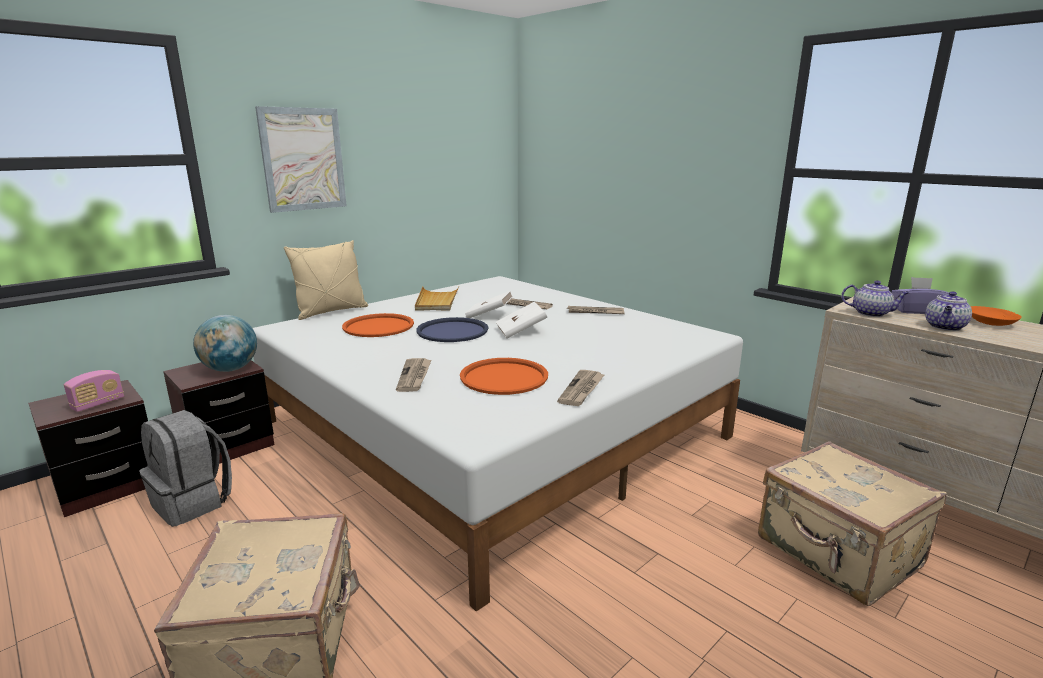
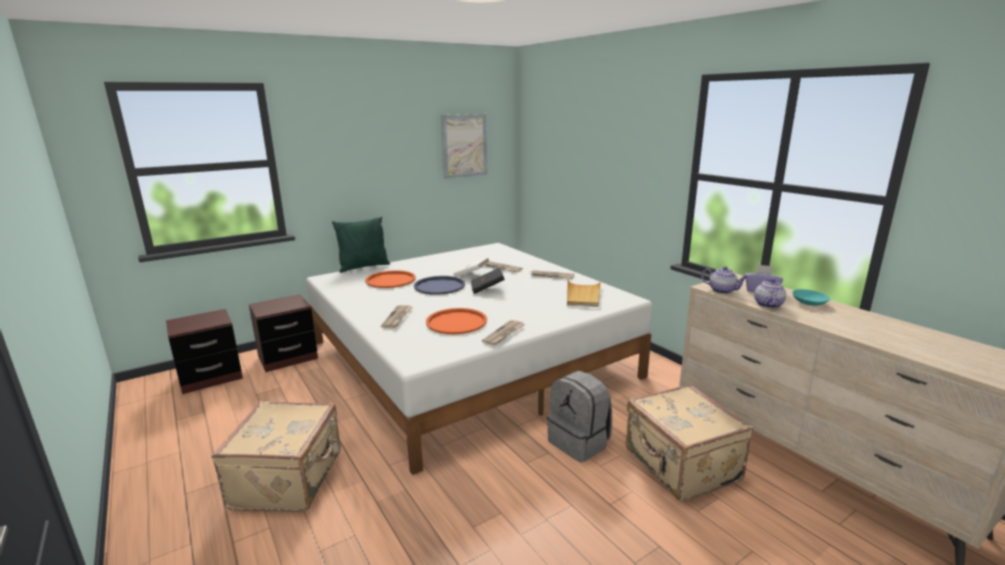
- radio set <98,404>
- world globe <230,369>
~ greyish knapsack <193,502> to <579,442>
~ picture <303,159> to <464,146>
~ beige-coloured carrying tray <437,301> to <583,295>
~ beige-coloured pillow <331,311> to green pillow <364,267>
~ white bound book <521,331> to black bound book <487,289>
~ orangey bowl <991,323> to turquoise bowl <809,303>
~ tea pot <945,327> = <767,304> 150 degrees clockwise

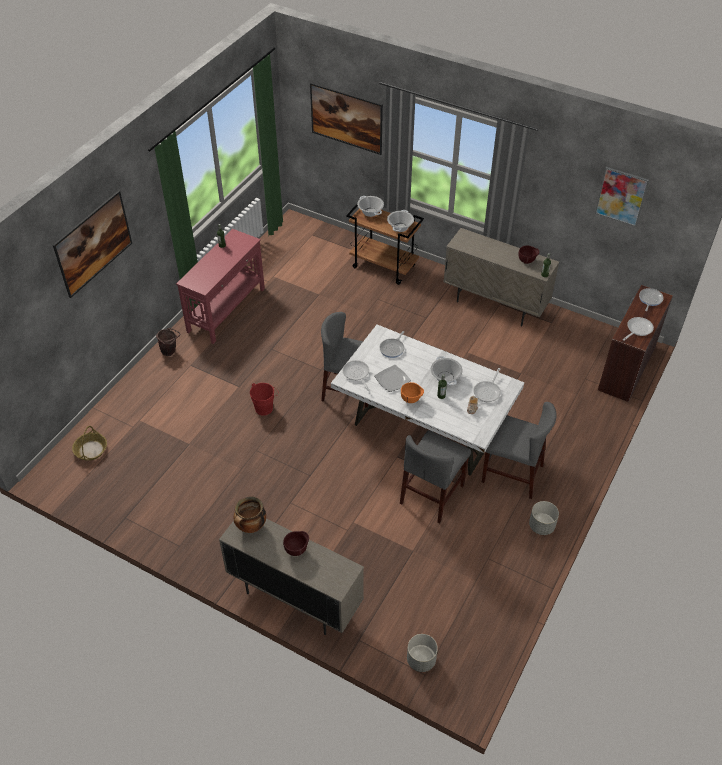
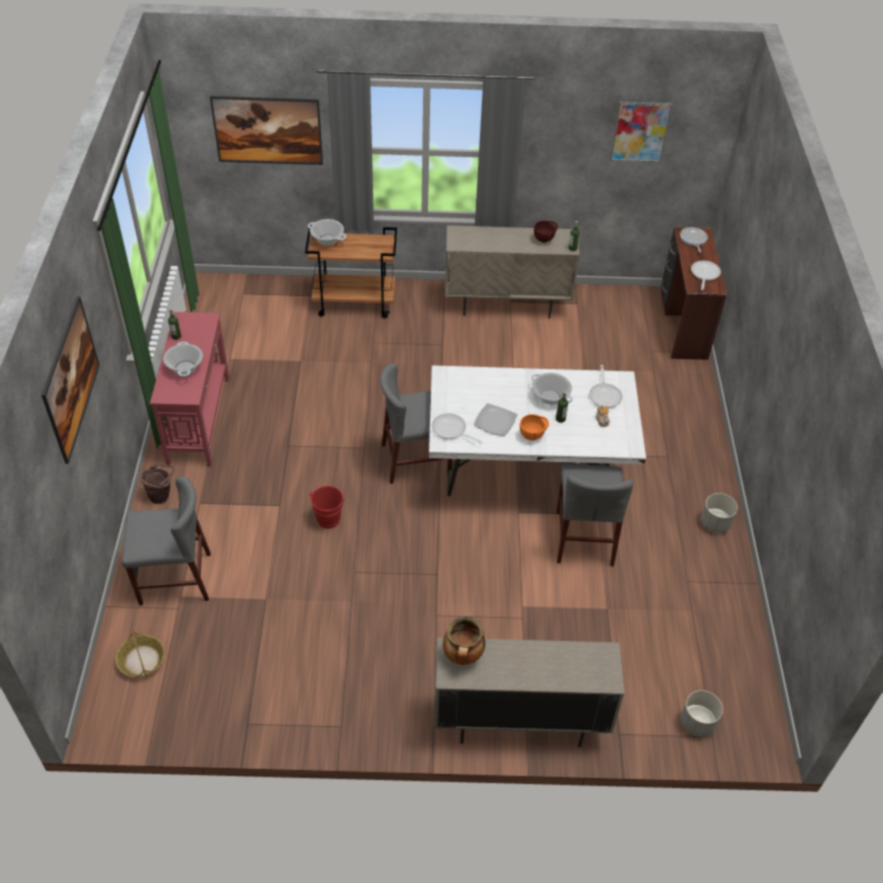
- brown bowl <297,550>
- pan <392,348>
~ stockpot <400,227> to <185,368>
~ greyish plain chair <512,474> to <175,579>

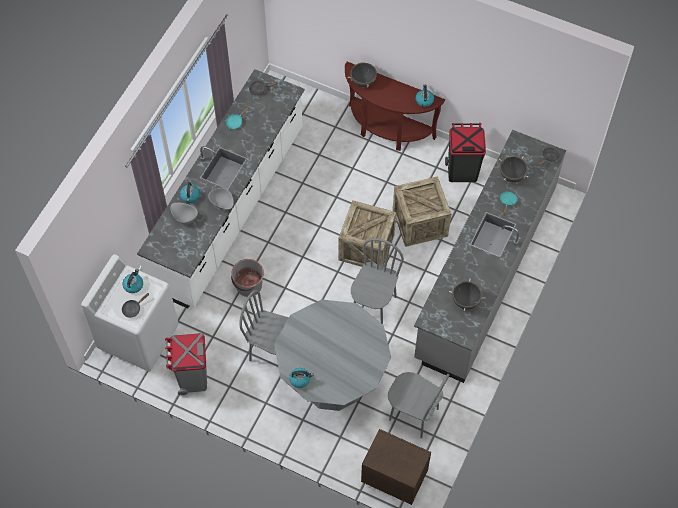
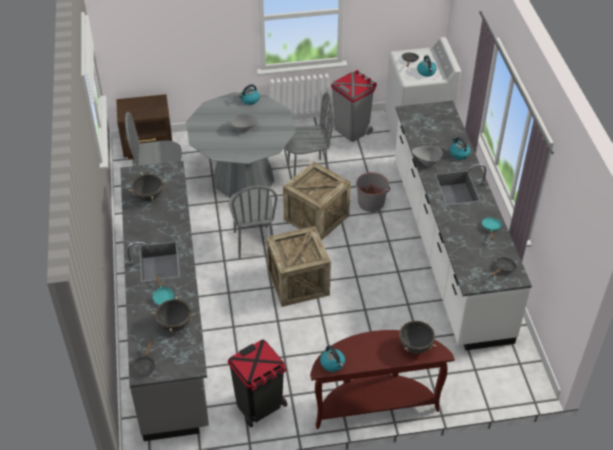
~ greyish bowl <184,217> to <245,129>
~ shipping crate <420,223> to <316,217>

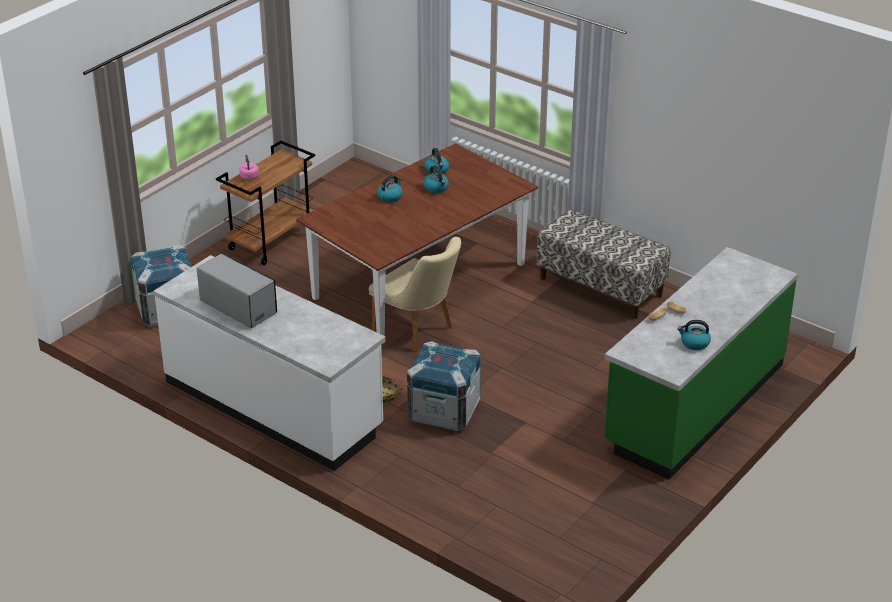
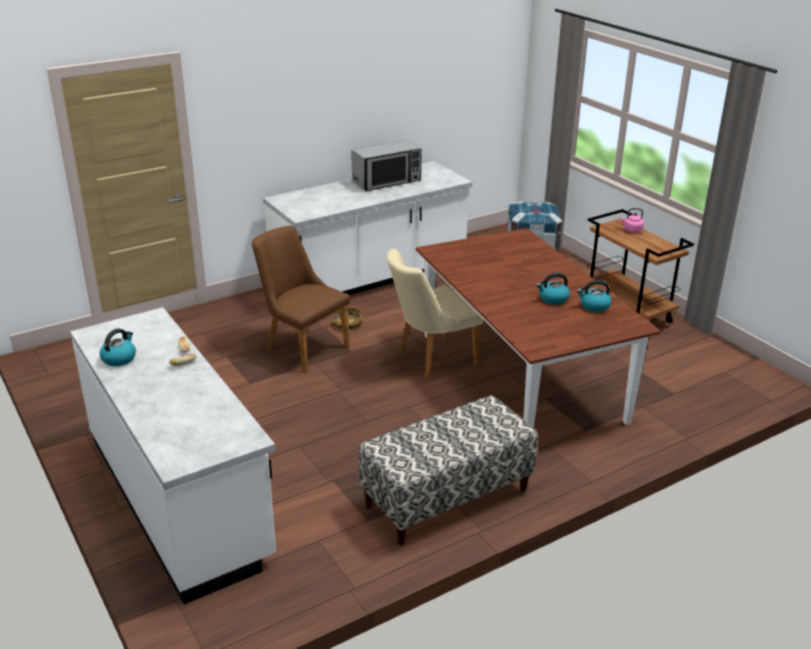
- tea kettle <390,197>
~ shipping crate <444,411> to brown plain chair <301,346>
~ green kitchen counter <694,404> to white kitchen counter <180,497>

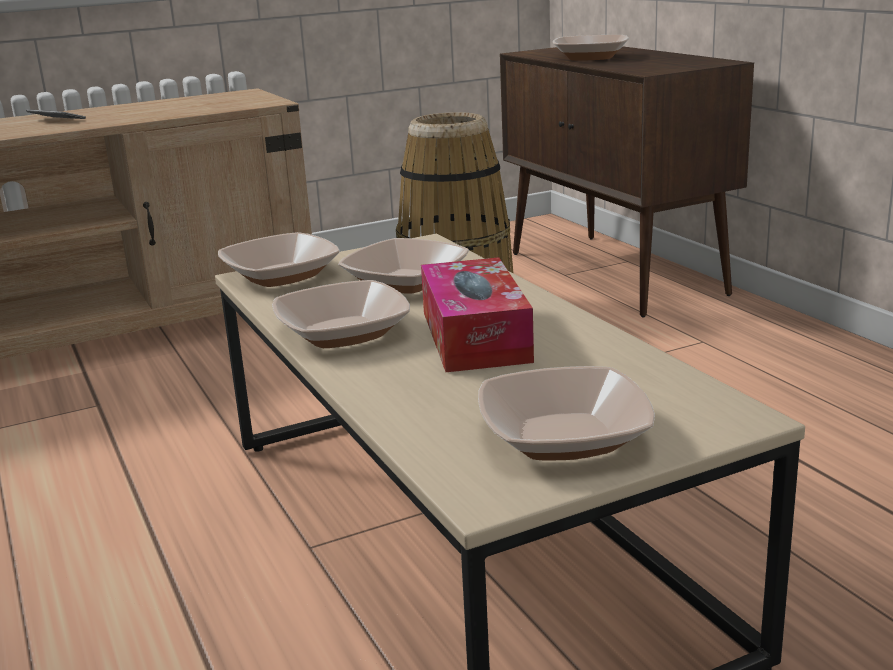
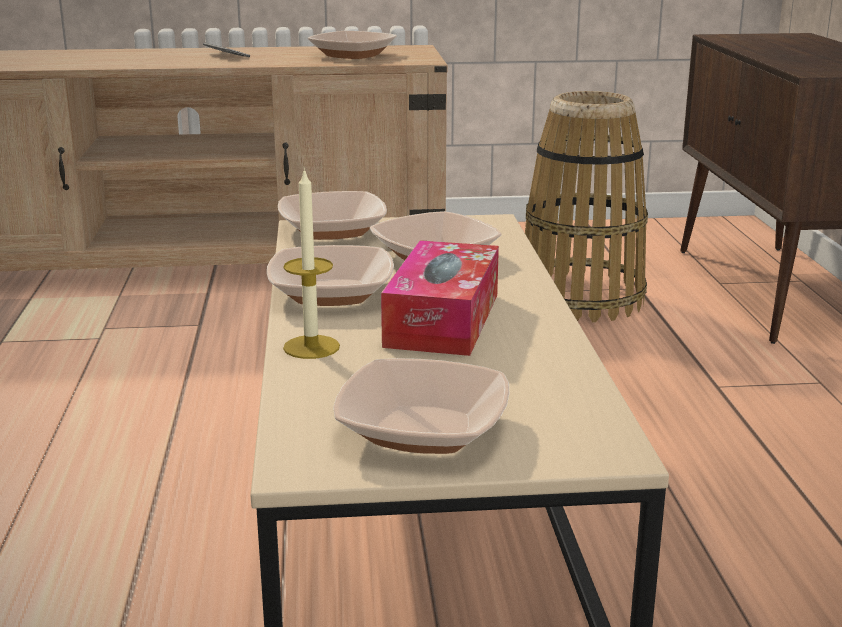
+ wax light <311,347>
~ bowl <590,57> to <353,55>

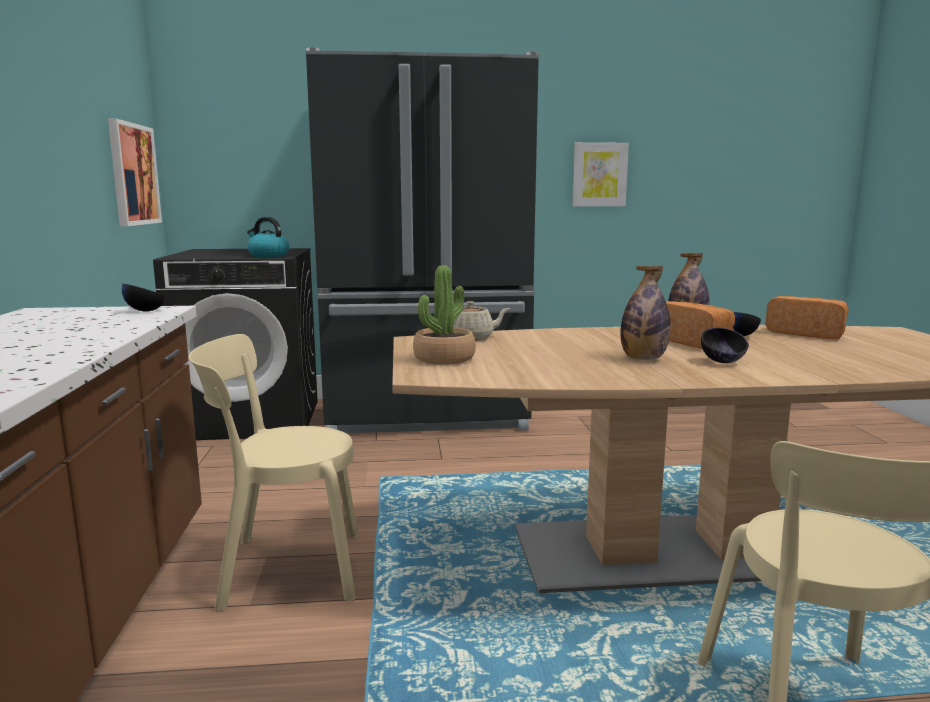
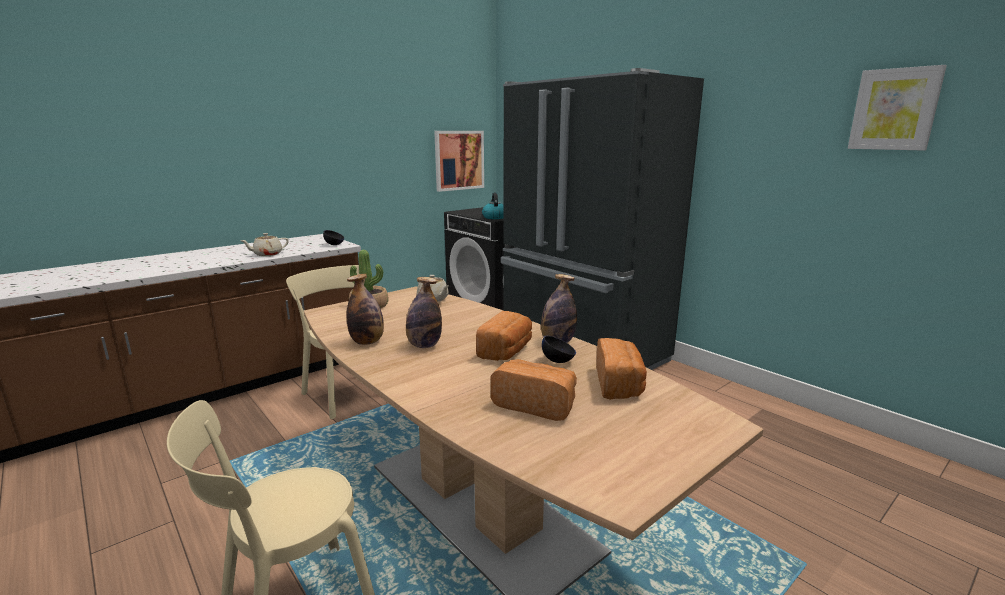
- black bowl <722,362>
+ beige-coloured tea pot <267,254>
+ bottle <367,342>
+ bread <535,404>
~ picture <599,174> to <894,109>

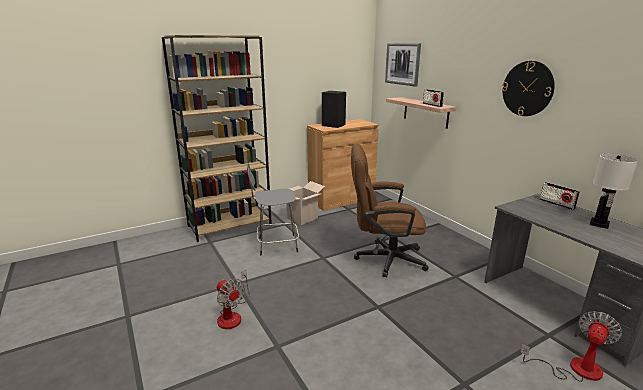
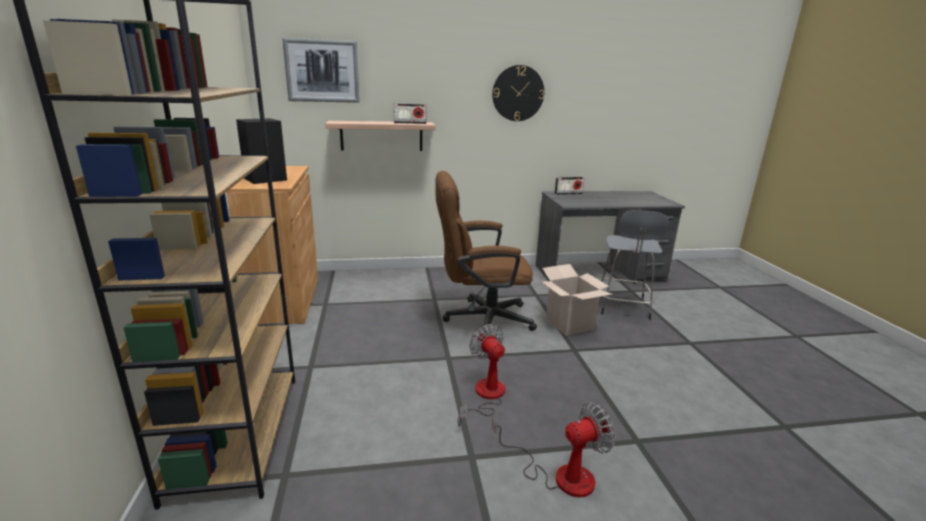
- white tabletop lamp <599,224>
~ greyish stool <276,245> to <623,307>
~ cardboard box <302,218> to <569,324>
~ cooling fan <574,368> to <485,396>
~ brown office chair <383,259> = <480,319> 60 degrees clockwise

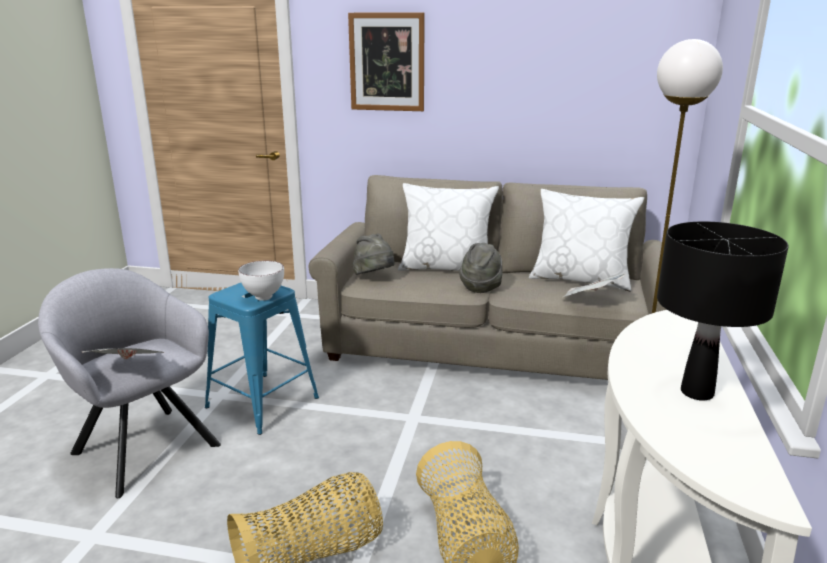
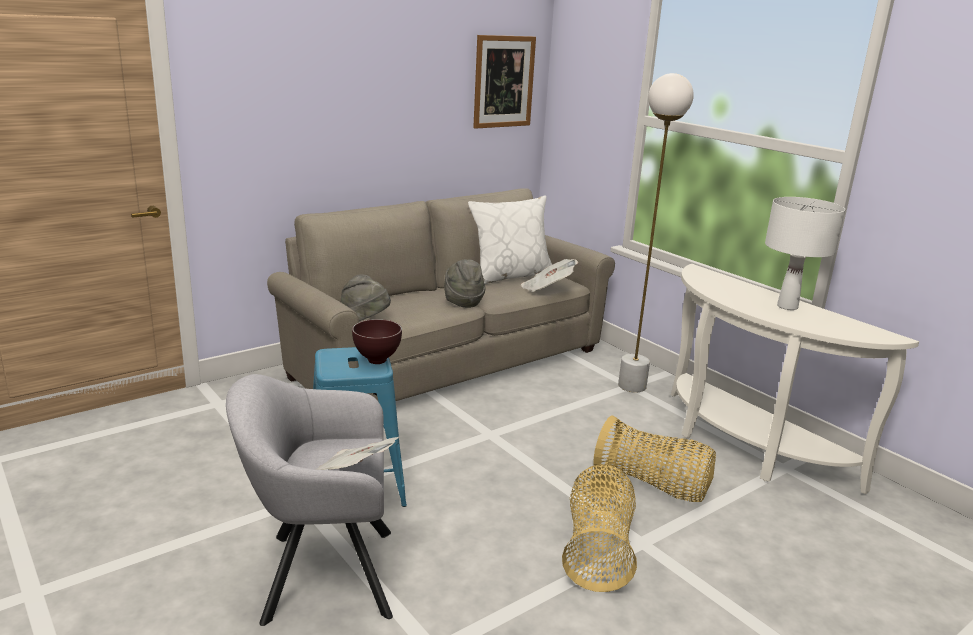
- white pillow <447,268>
~ picture <387,62> to <503,82>
~ white bowl <262,298> to brown bowl <376,361>
~ black tabletop lamp <697,392> to white tabletop lamp <787,306>

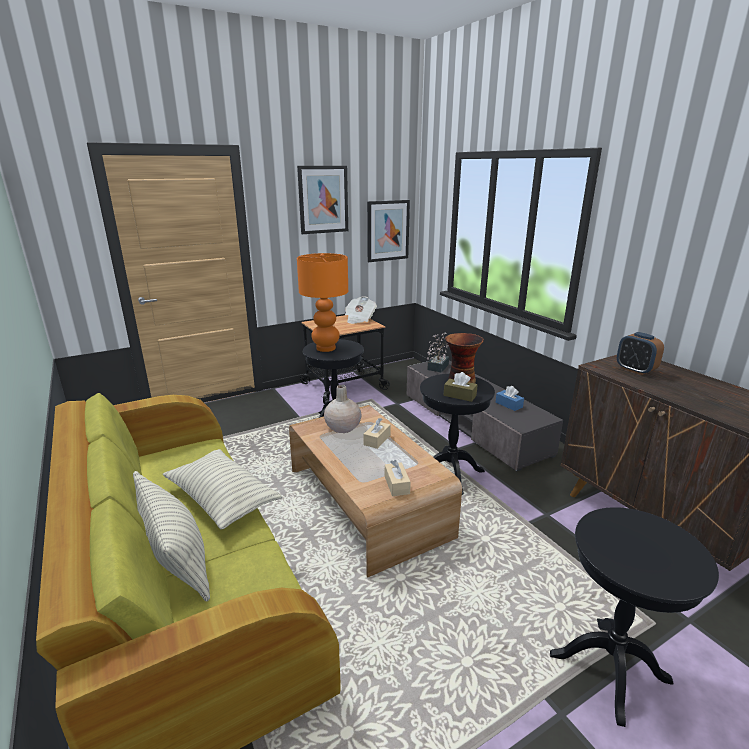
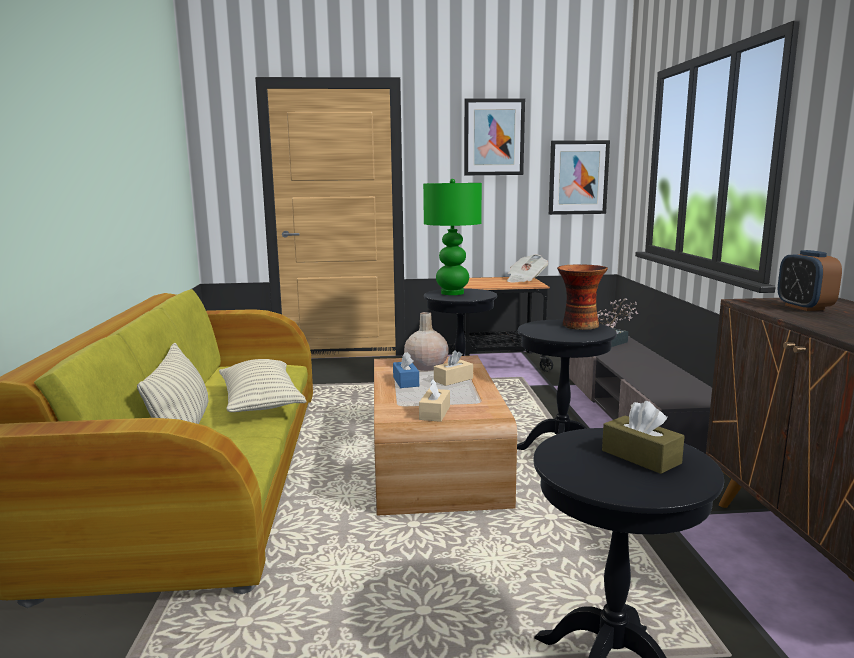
~ brown tissue box <460,395> to <641,457>
~ blue tissue box <509,405> to <406,381>
~ orangey tabletop lamp <325,348> to green tabletop lamp <452,293>

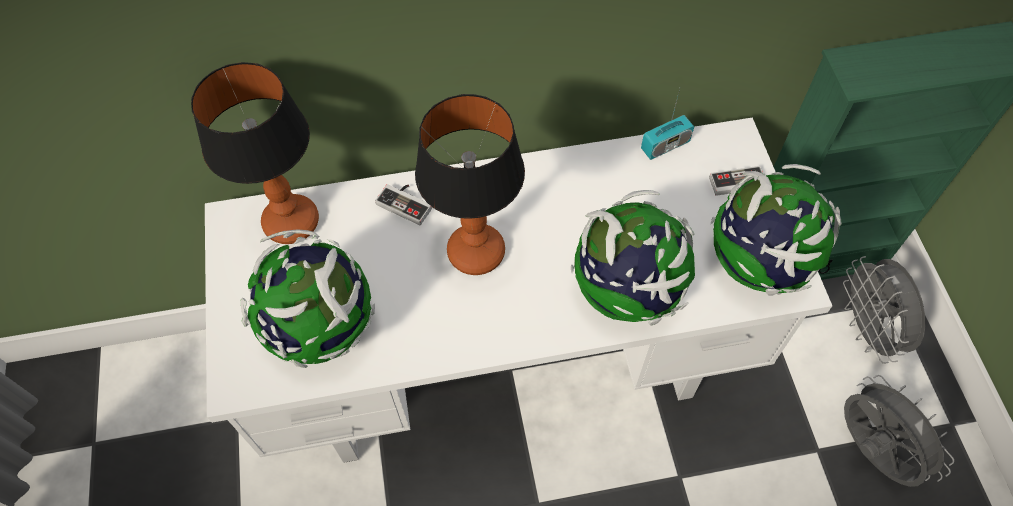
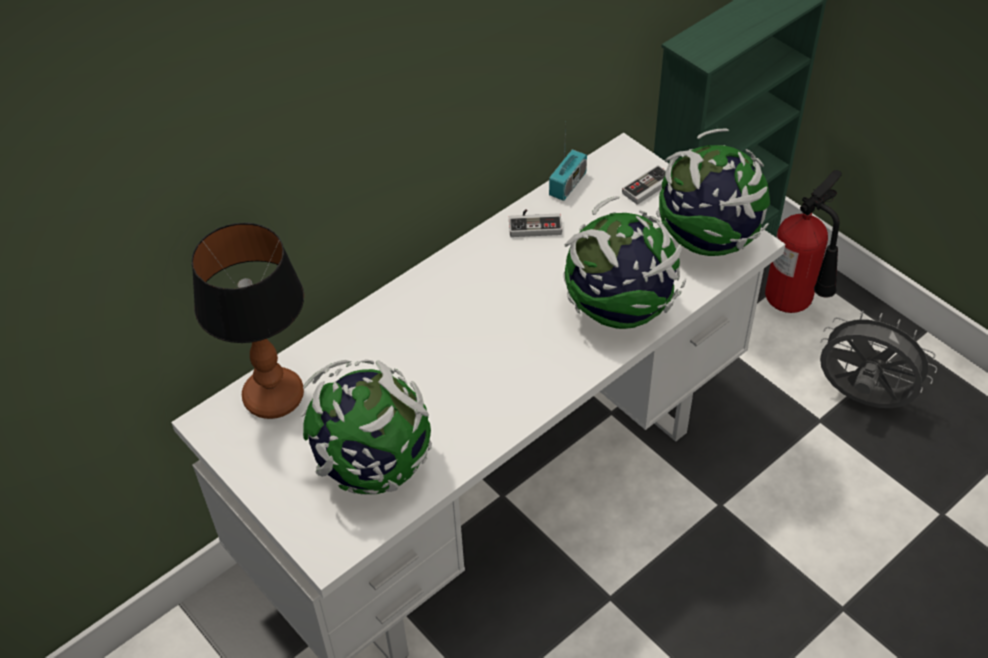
- tabletop lamp <477,252>
~ joypad <407,202> to <534,224>
~ greyish cooling fan <867,330> to extinguisher <795,302>

